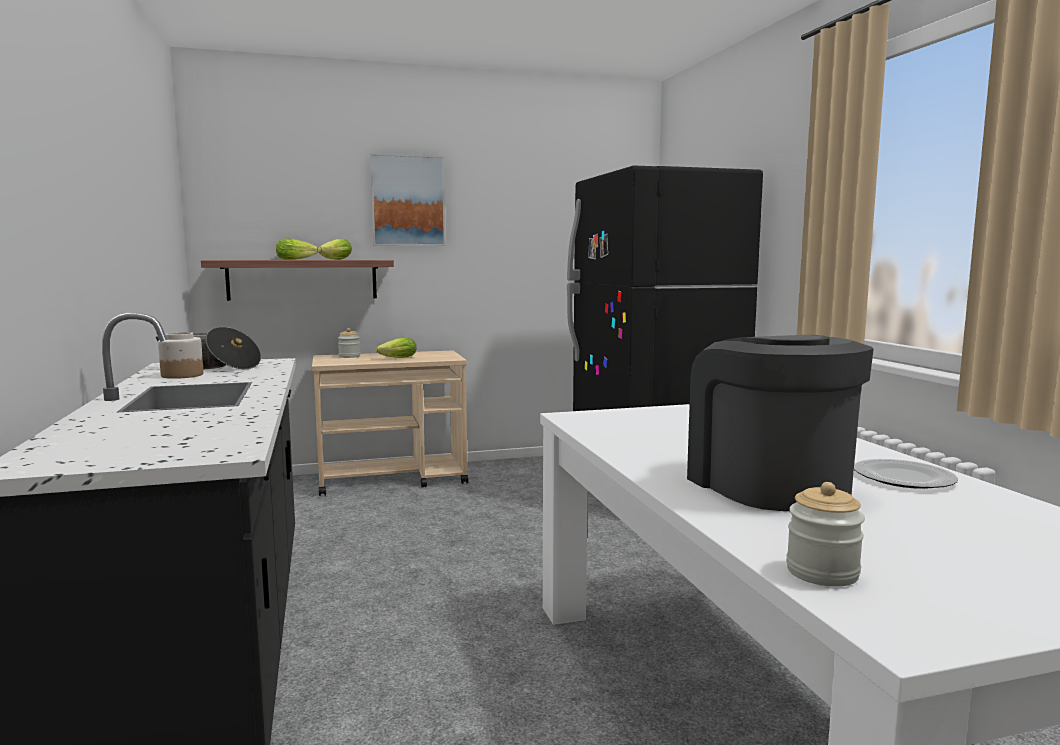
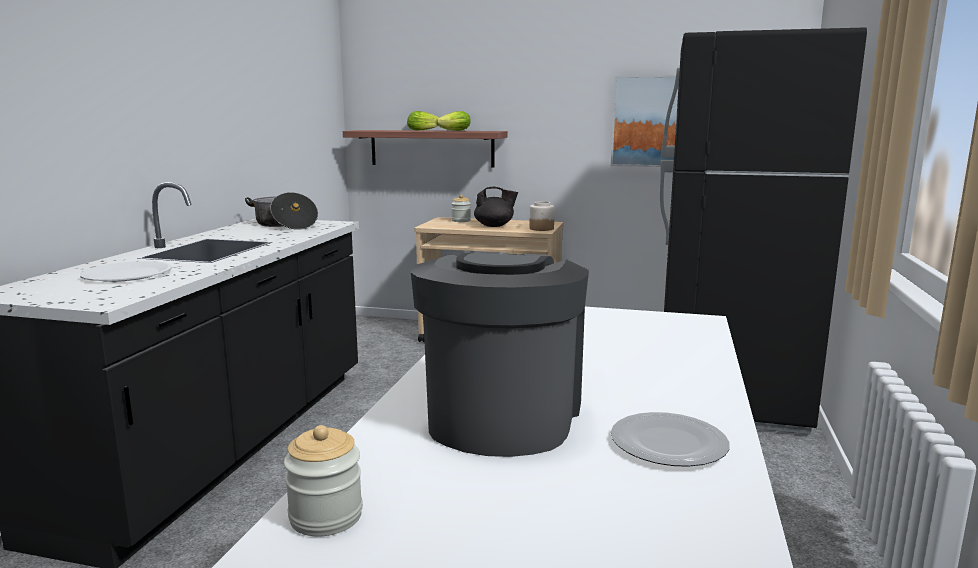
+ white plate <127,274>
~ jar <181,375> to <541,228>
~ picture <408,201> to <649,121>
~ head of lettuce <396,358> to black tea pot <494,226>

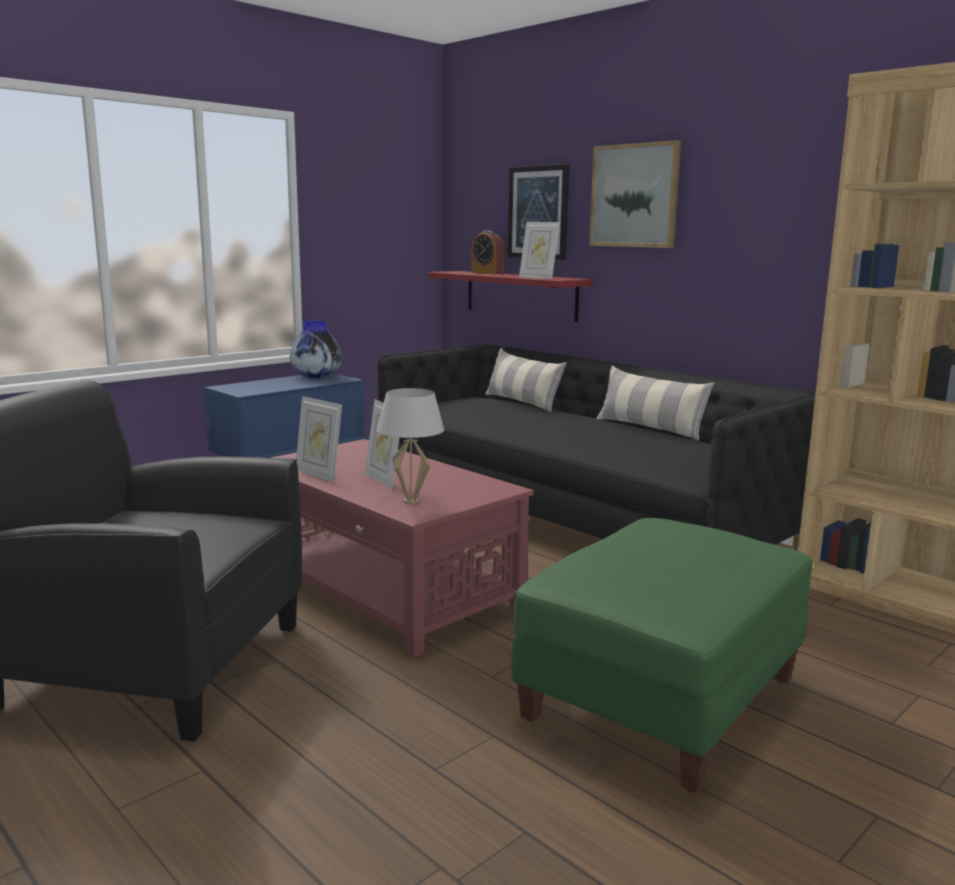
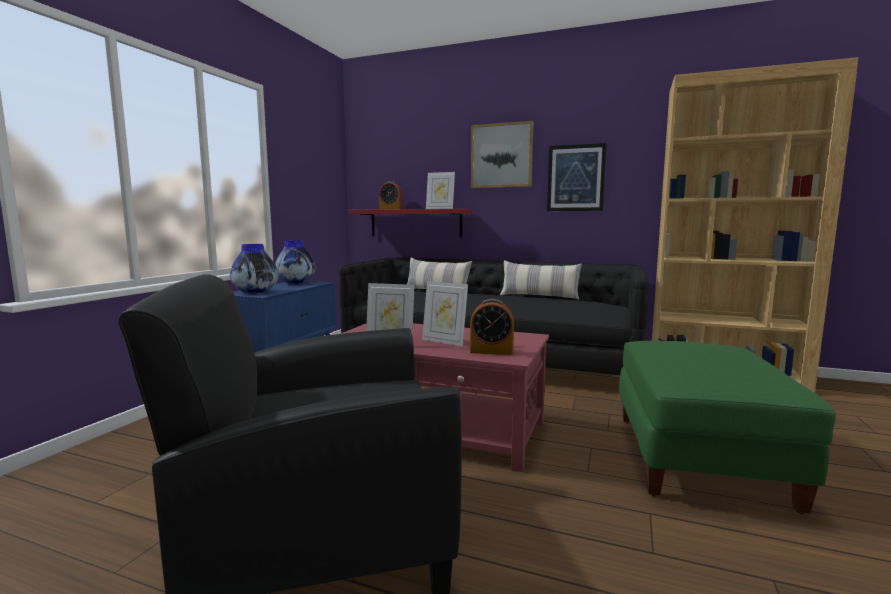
+ decorative vase <255,292>
~ picture <538,212> to <576,178>
~ white tabletop lamp <411,501> to table clock <491,351>

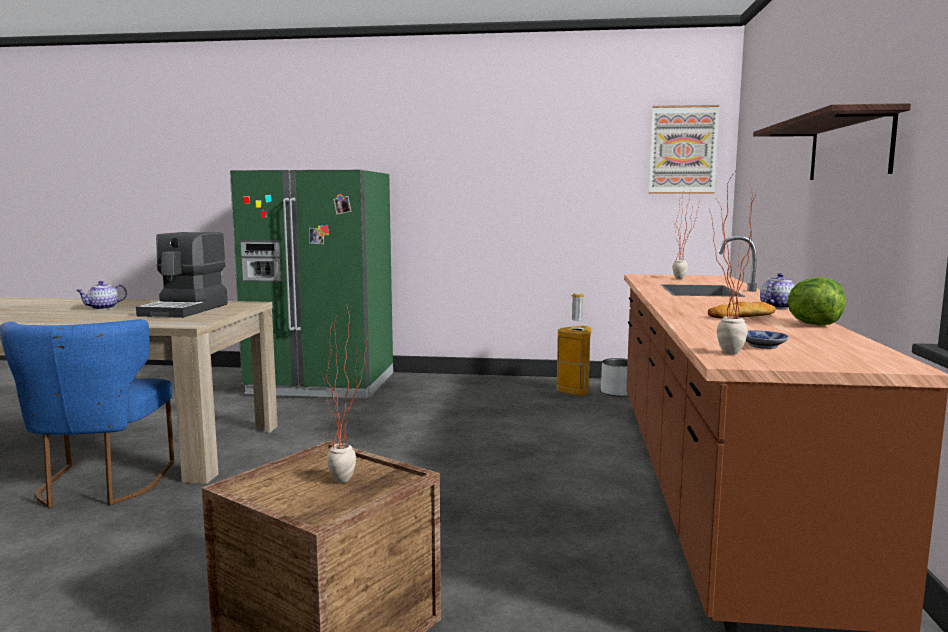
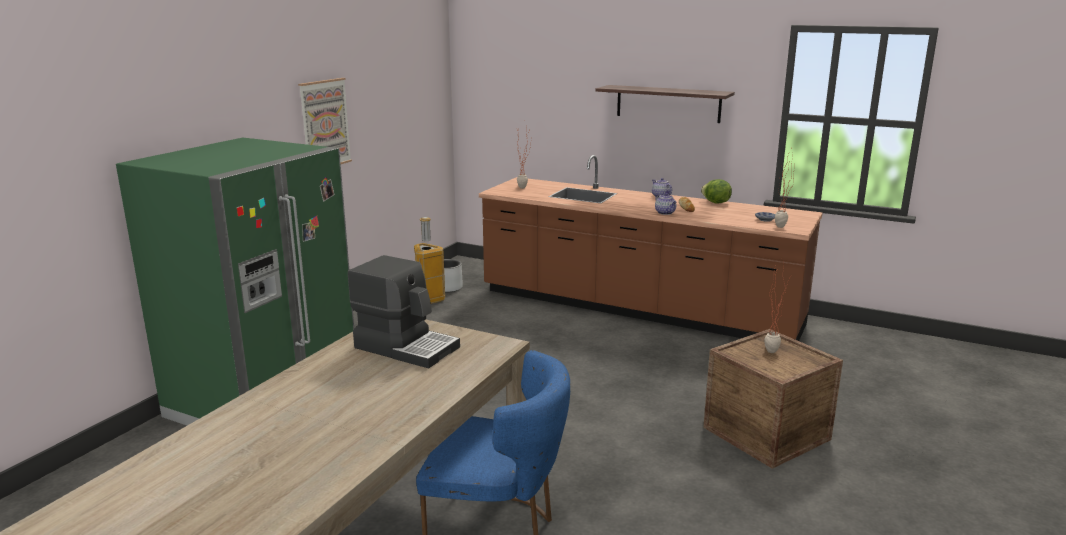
~ tea pot <102,308> to <665,213>
~ picture <683,150> to <325,124>

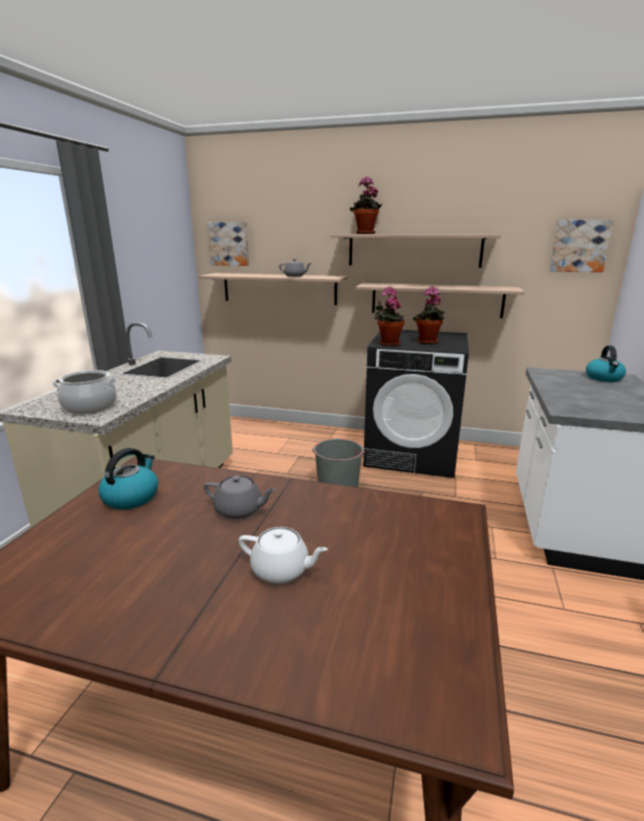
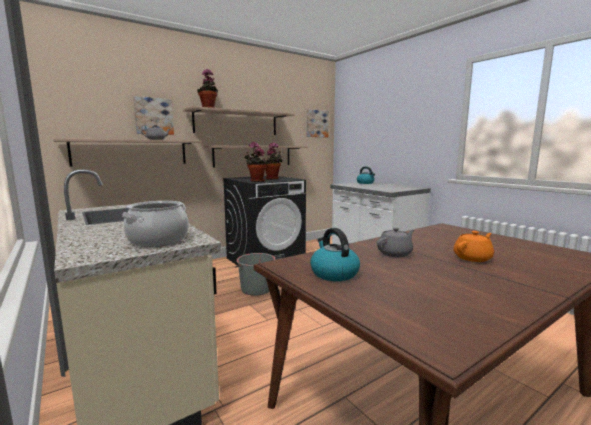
~ picture <229,244> to <153,116>
~ white tea pot <281,570> to orangey tea pot <473,258>

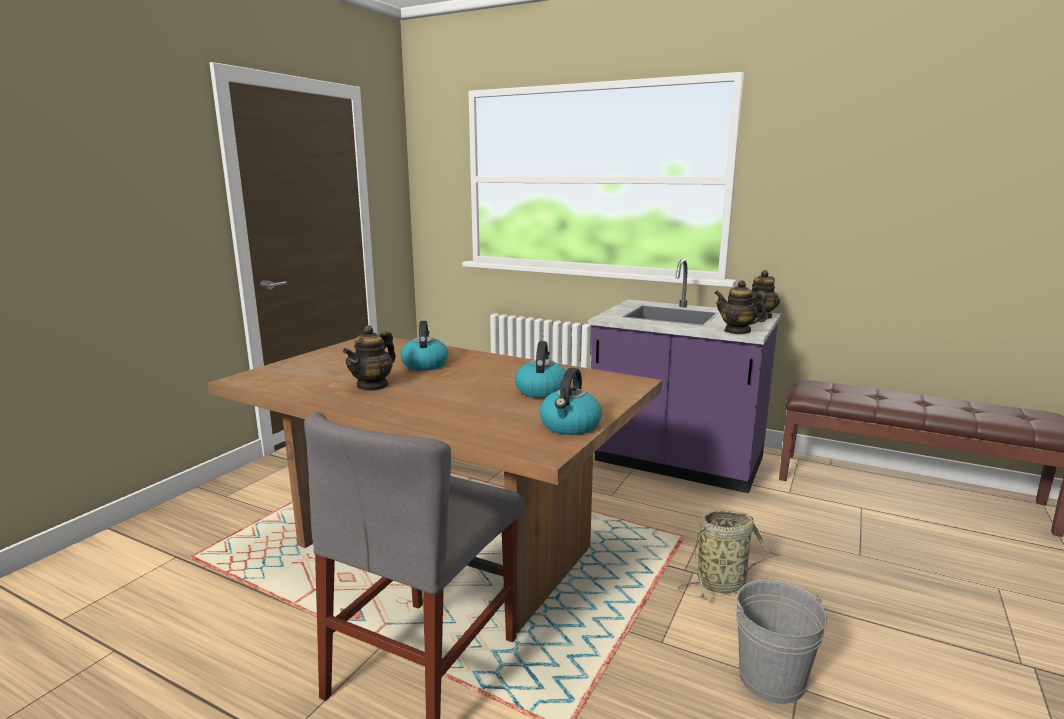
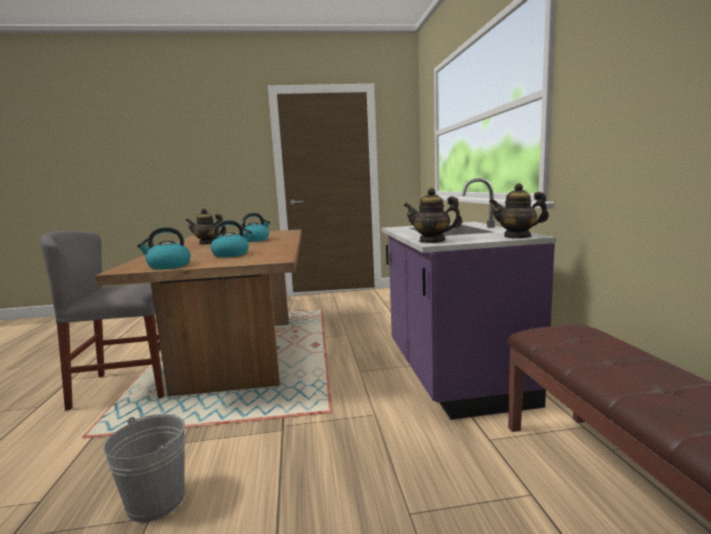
- basket <723,583>
~ tea pot <737,331> = <432,241> 75 degrees counterclockwise

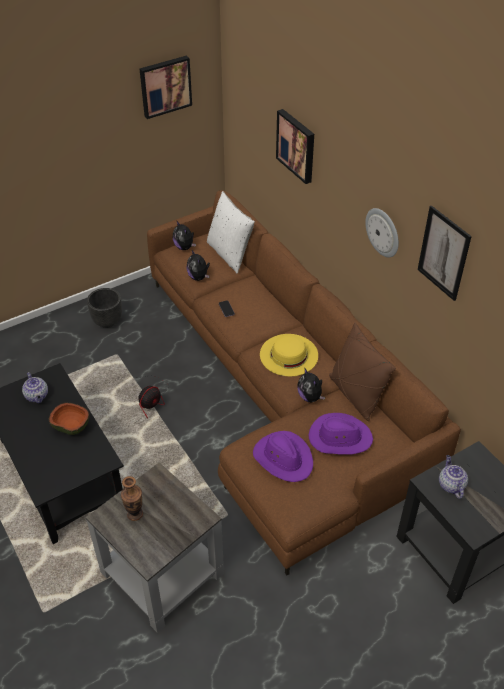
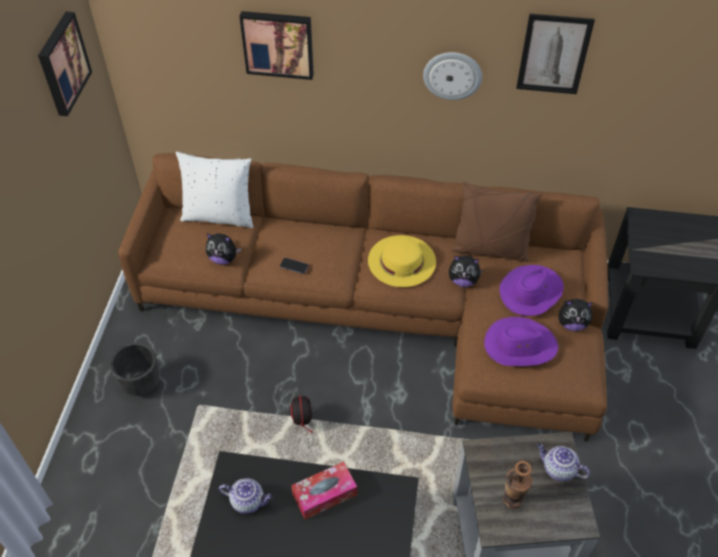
~ soft toy <184,247> to <572,324>
~ tea pot <450,485> to <558,469>
~ bowl <71,427> to tissue box <324,494>

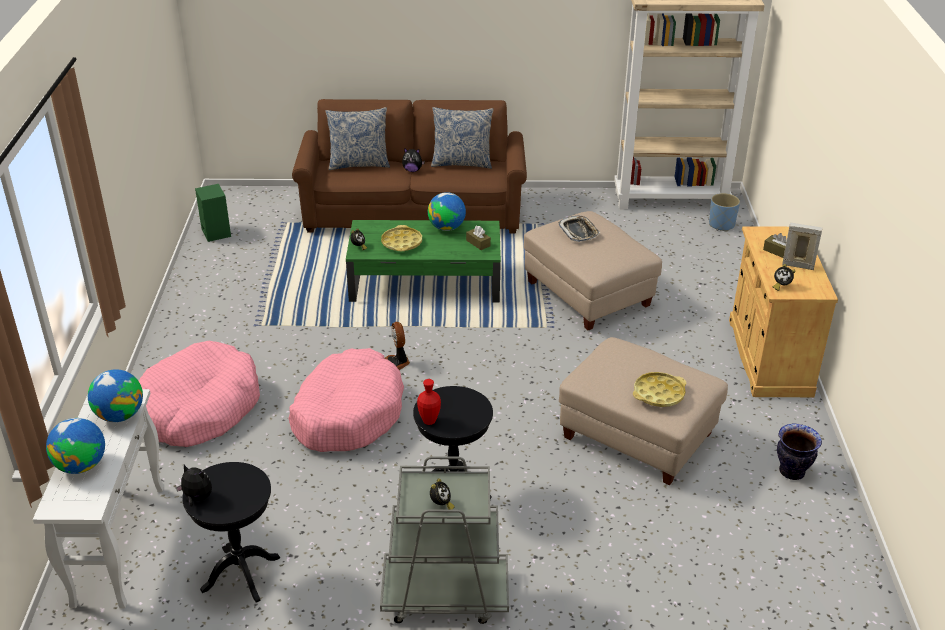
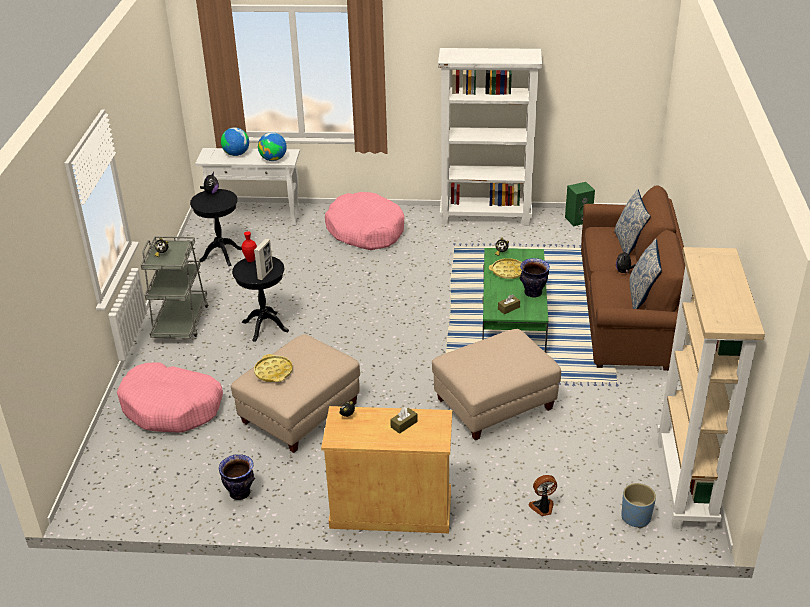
- carrying tray <578,231>
+ white bookcase <486,216>
~ pinkish dog cushion <347,413> to <172,407>
~ cooling fan <397,363> to <542,508>
~ photo frame <797,266> to <265,273>
~ world globe <447,228> to decorative vase <533,293>

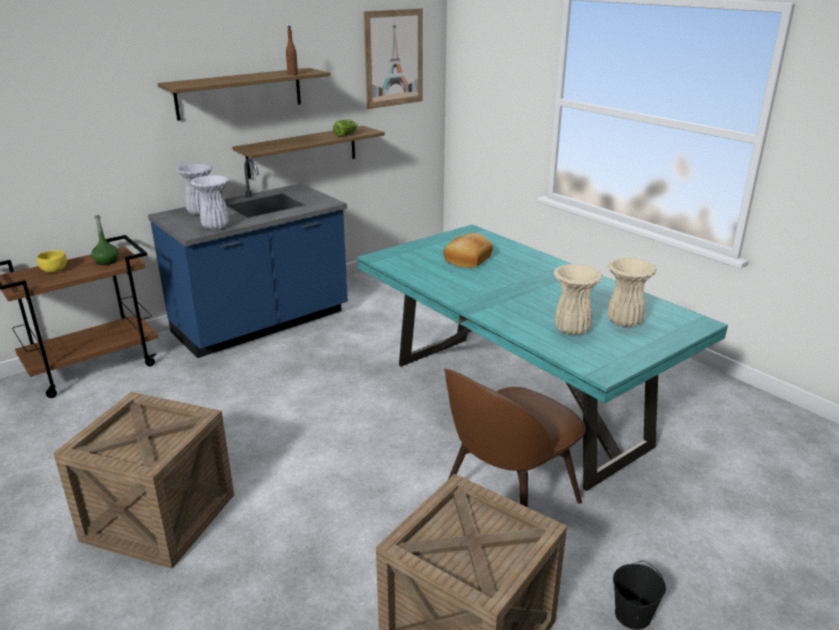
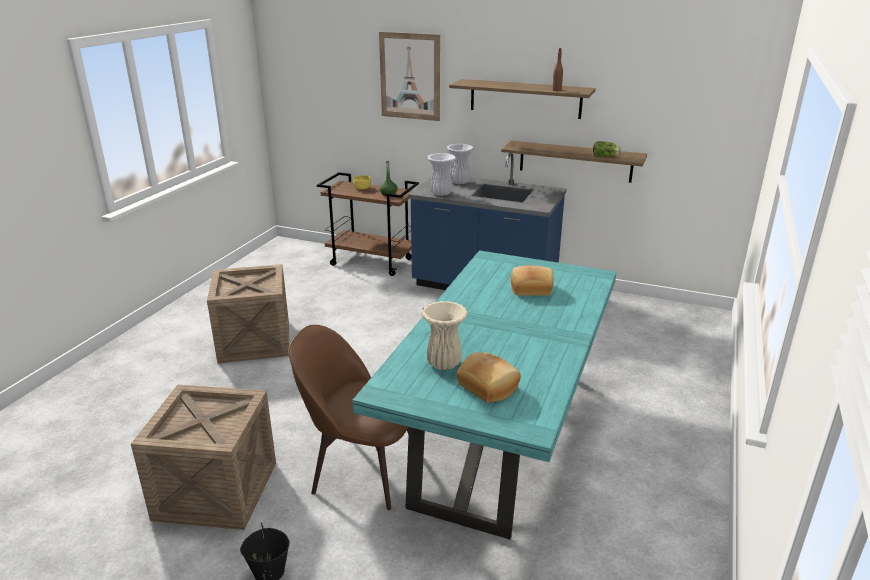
~ picture <394,58> to <410,76>
~ beige-coloured decorative vase <624,321> to bread <489,386>

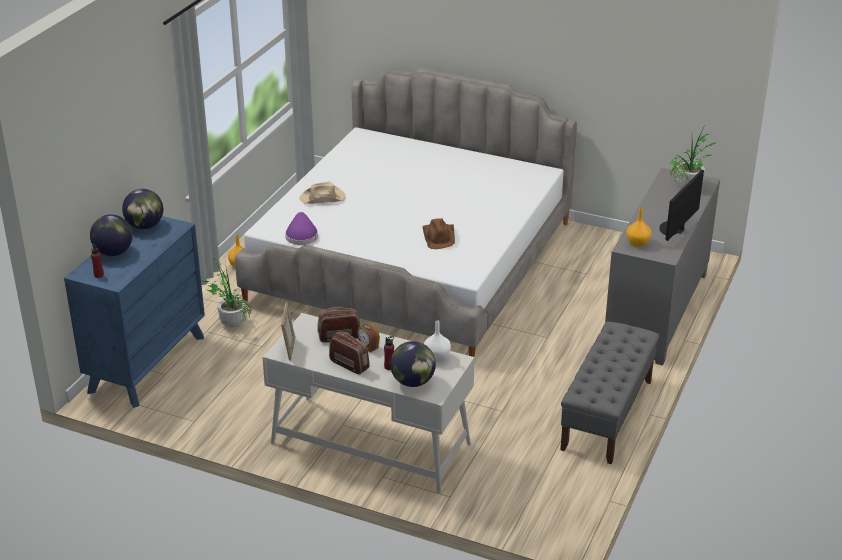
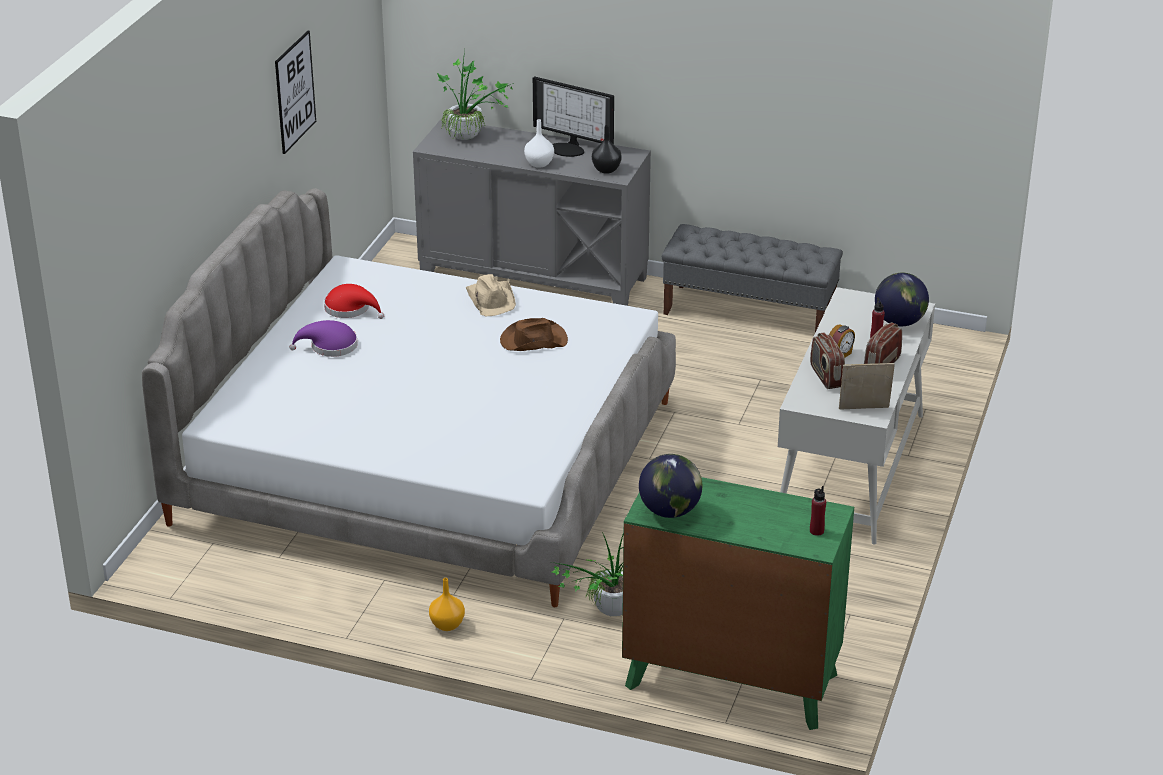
- world globe <113,253>
+ picture <295,92>
+ red-coloured hat <350,309>
~ purple-coloured hat <301,235> to <330,346>
~ beige-coloured hat <323,198> to <491,299>
~ white decorative vase <436,357> to <539,164>
~ blue chest of drawers <147,364> to green chest of drawers <731,680>
~ orangey decorative vase <637,243> to black decorative vase <607,170>

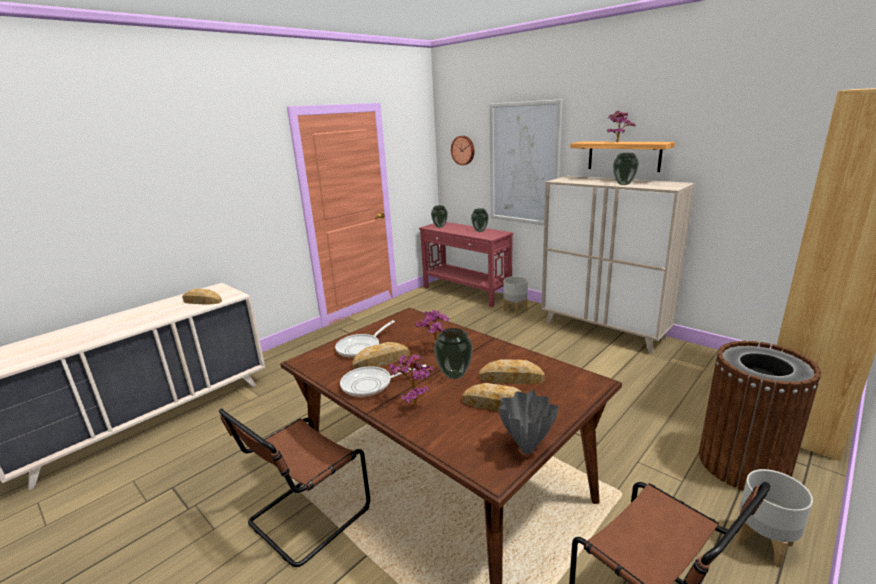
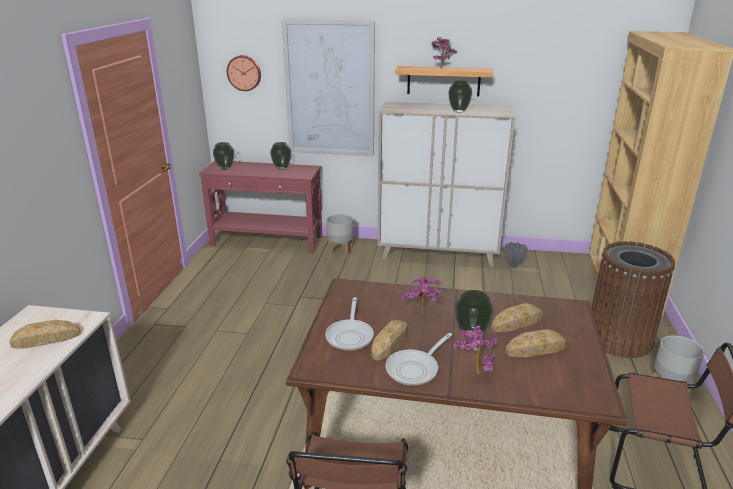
~ greyish decorative vase <527,448> to <513,266>

